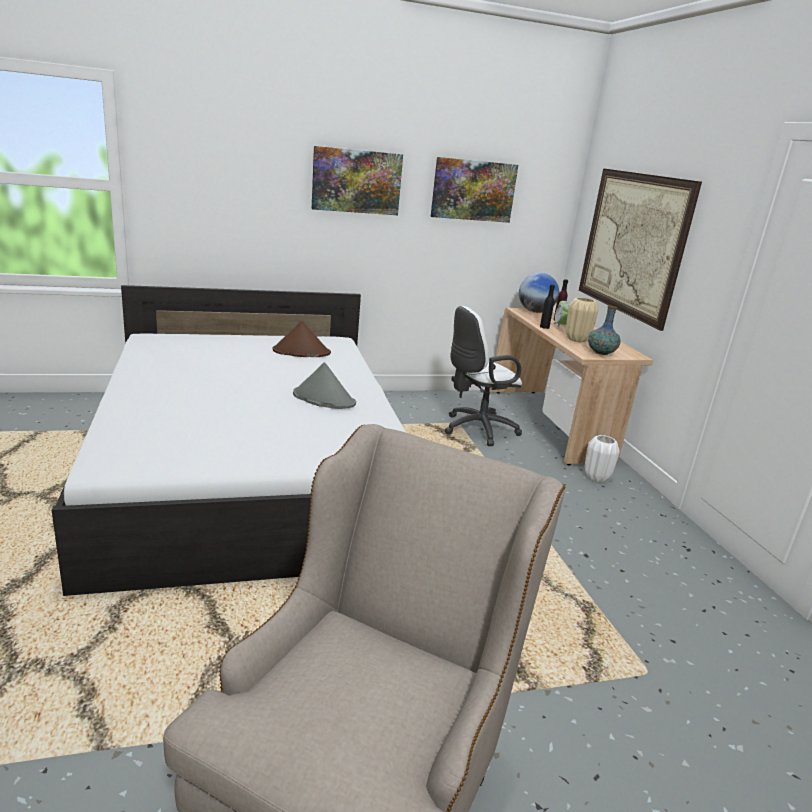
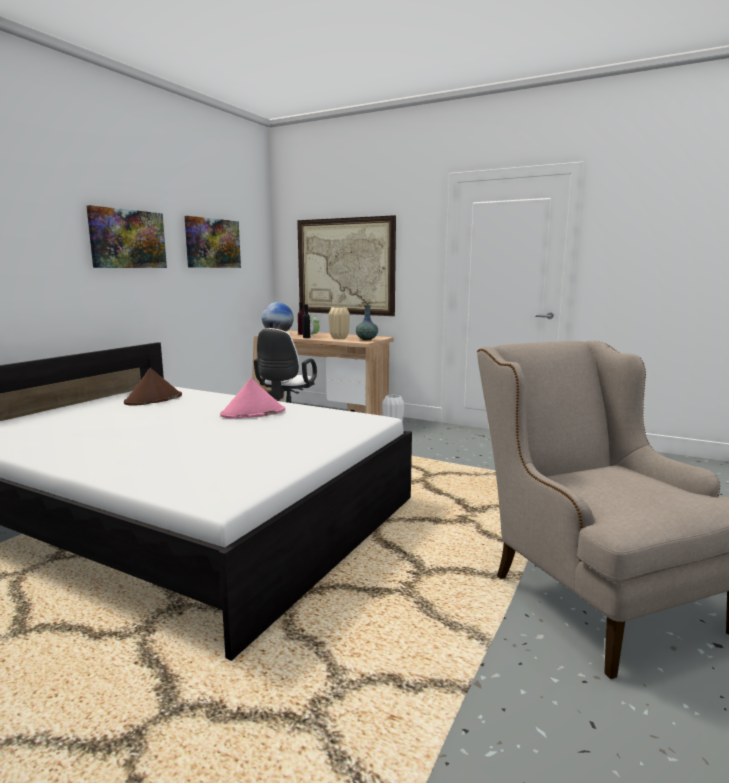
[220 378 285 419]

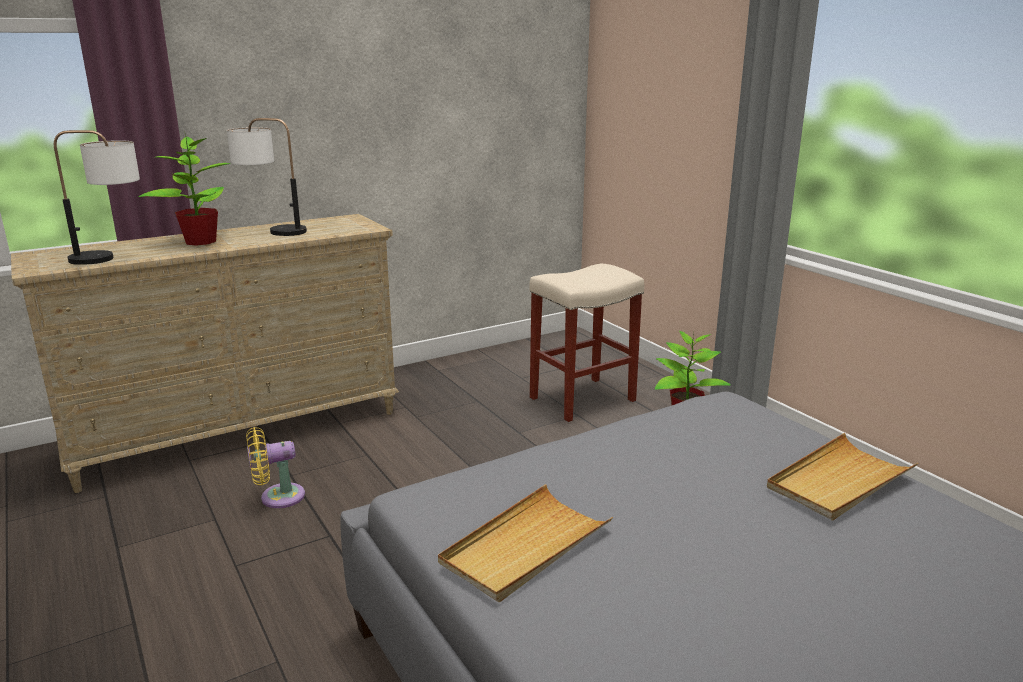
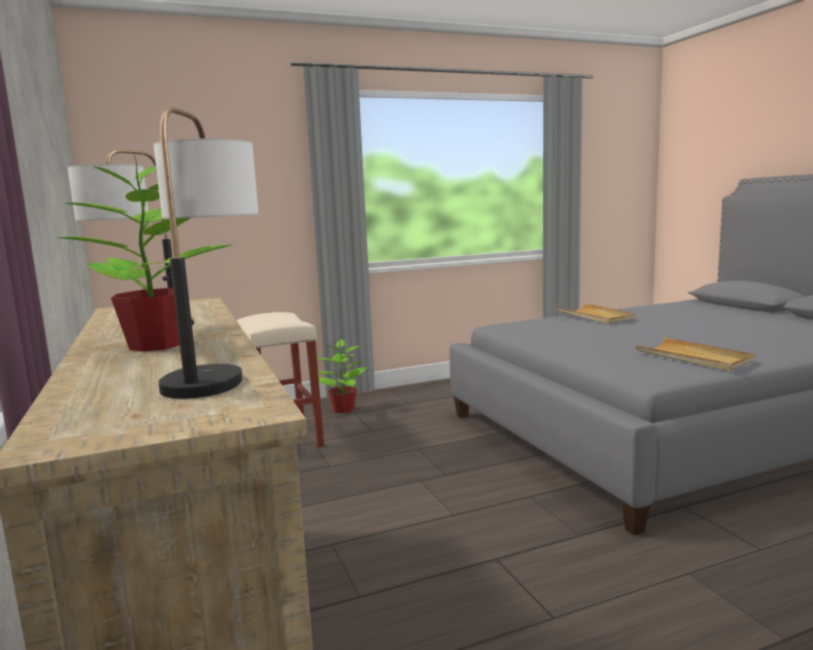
[246 427 305 508] (first image)

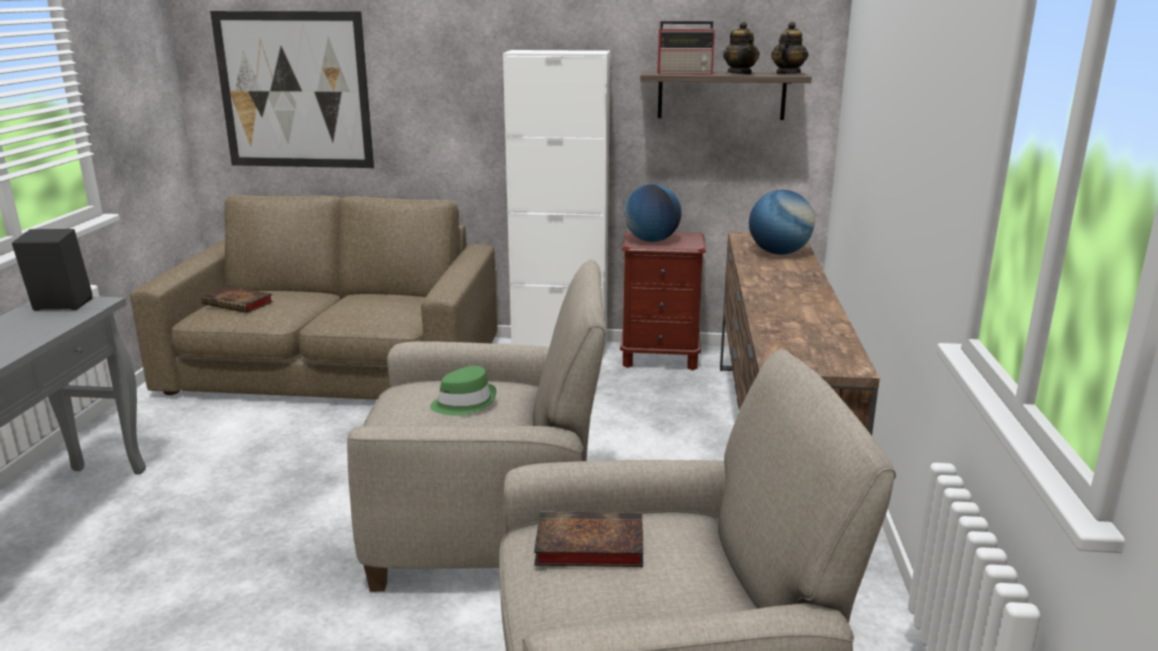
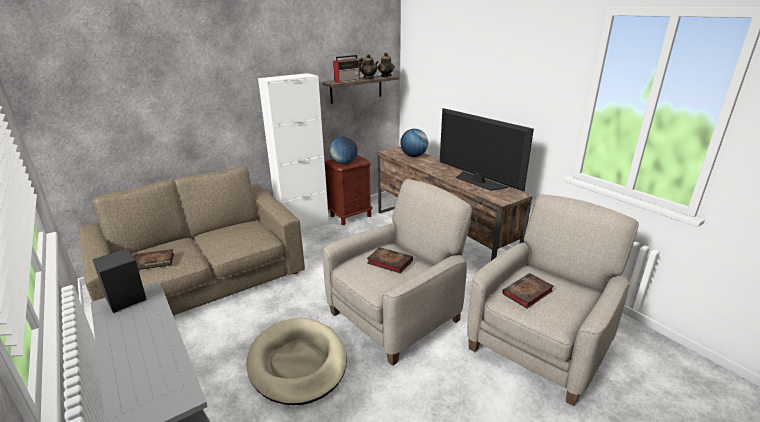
[210 11 374 168] (first image)
[367 247 413 274]
[440 108 534 192]
[246 318 347 405]

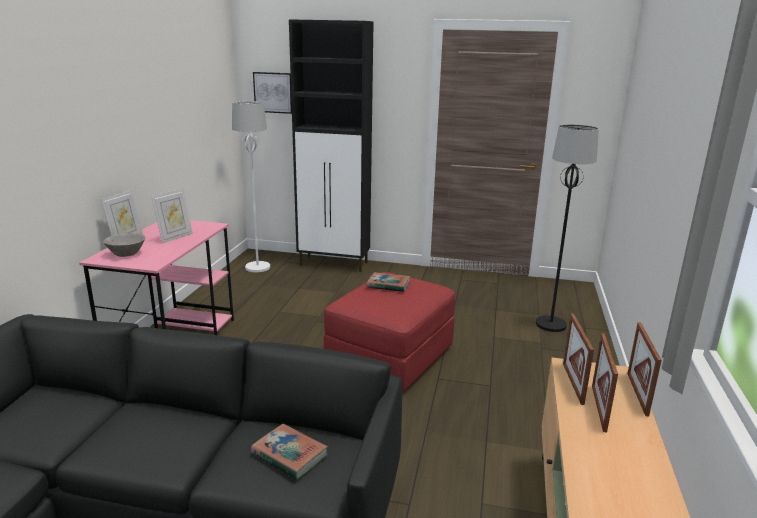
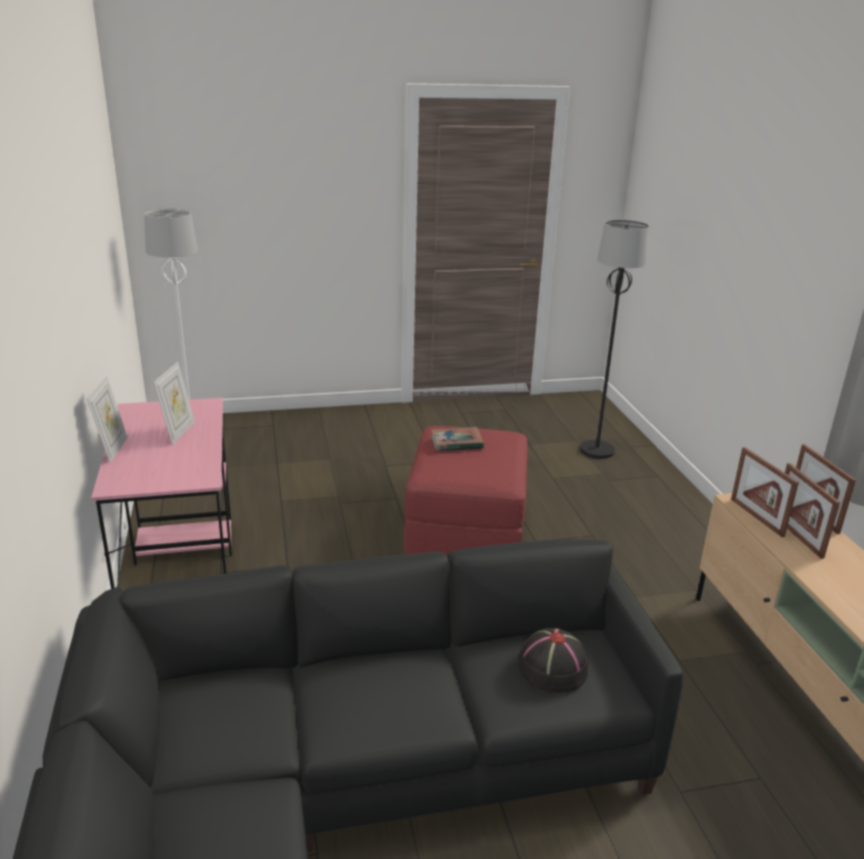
[289 19 374 272] (first image)
[253 72 292 114] (first image)
[103 233 146 257] (first image)
[518 628 589 693]

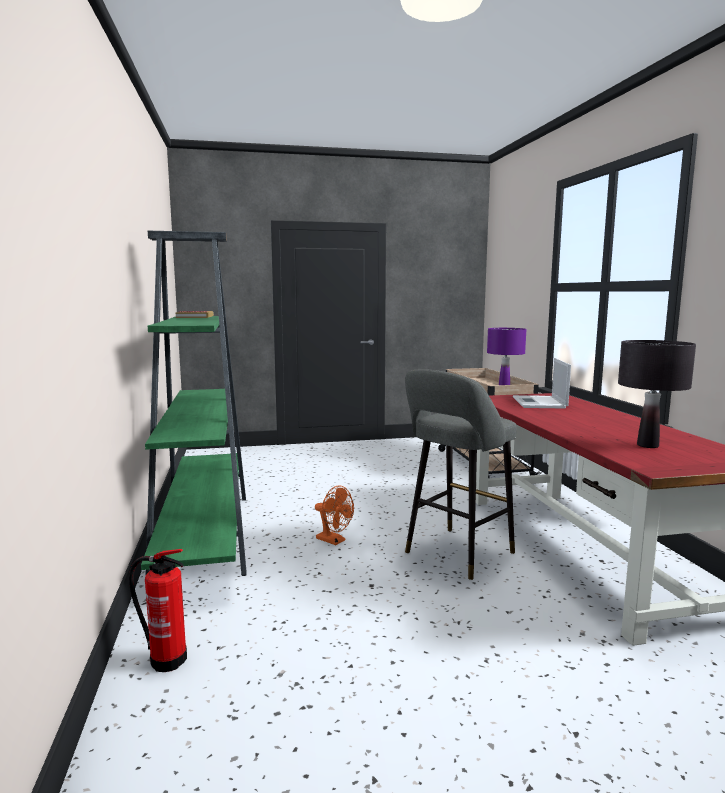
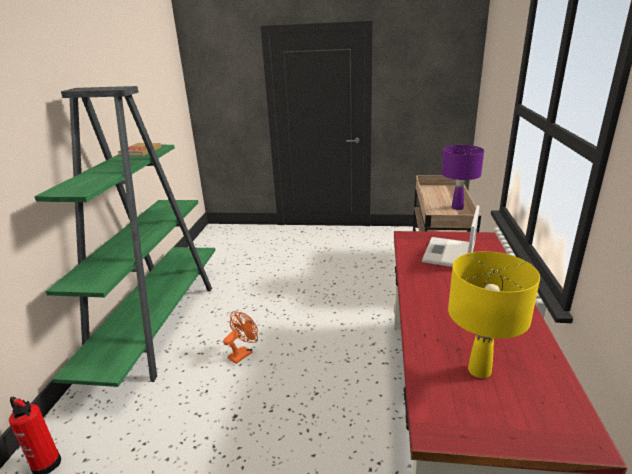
[448 251 540 378]
[405 369 516 580] (first image)
[223 311 258 364]

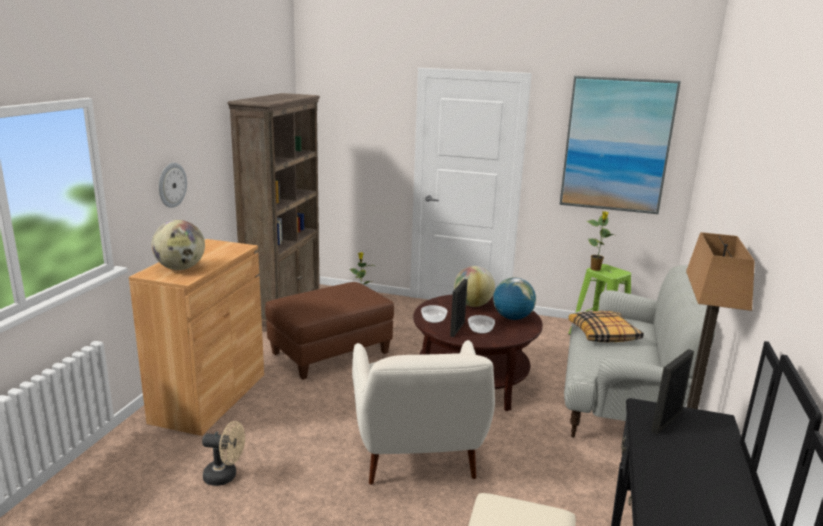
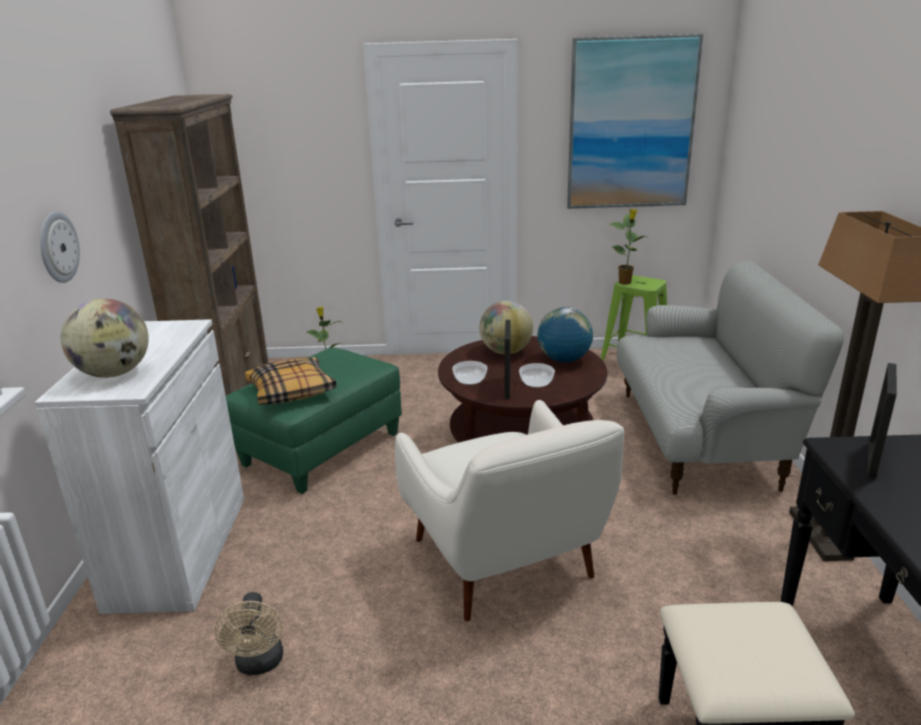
[35 319 244 614]
[226 348 402 494]
[245 357 337 405]
[215 592 283 675]

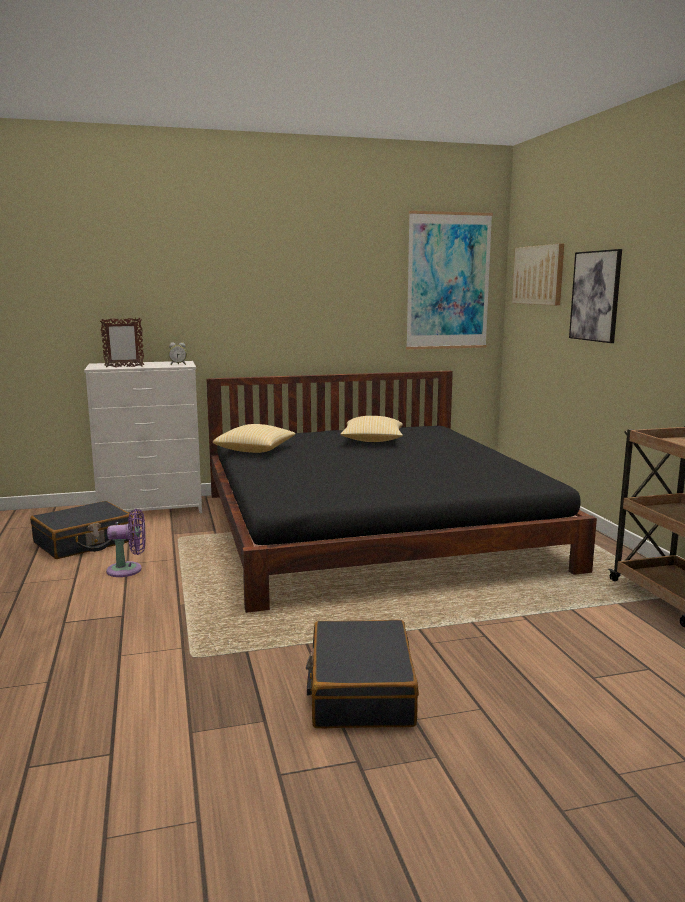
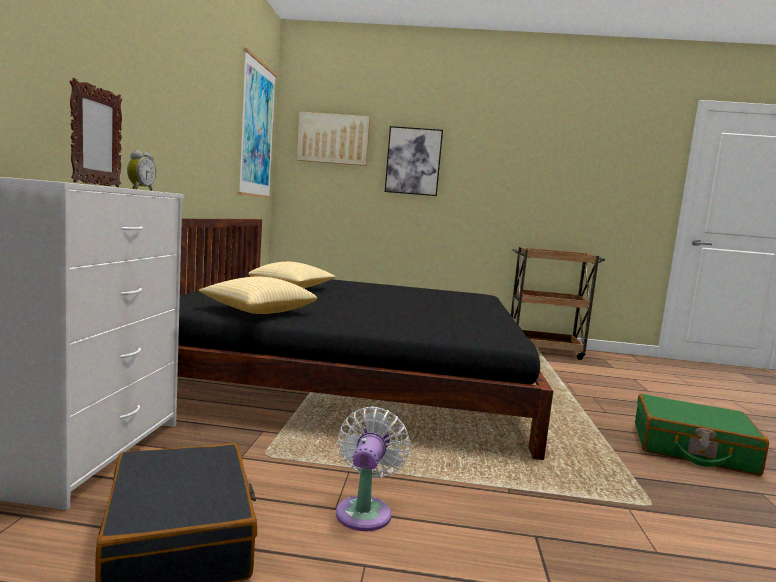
[336 406 411 531]
[635 394 769 476]

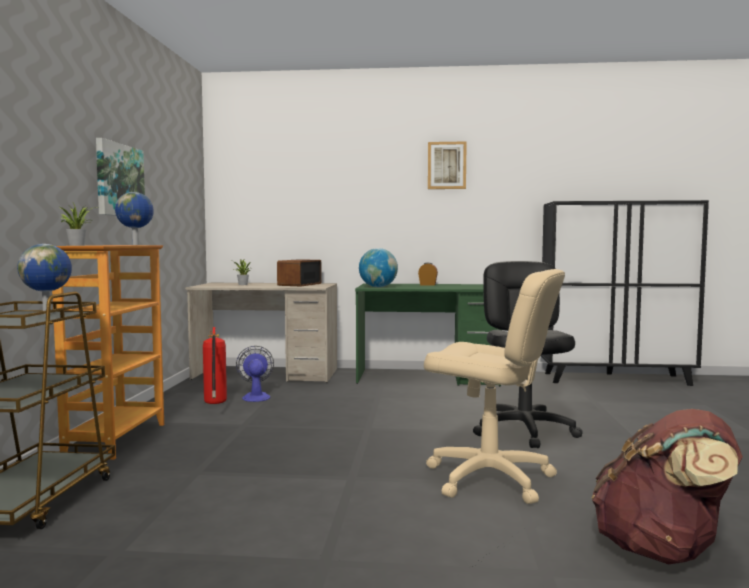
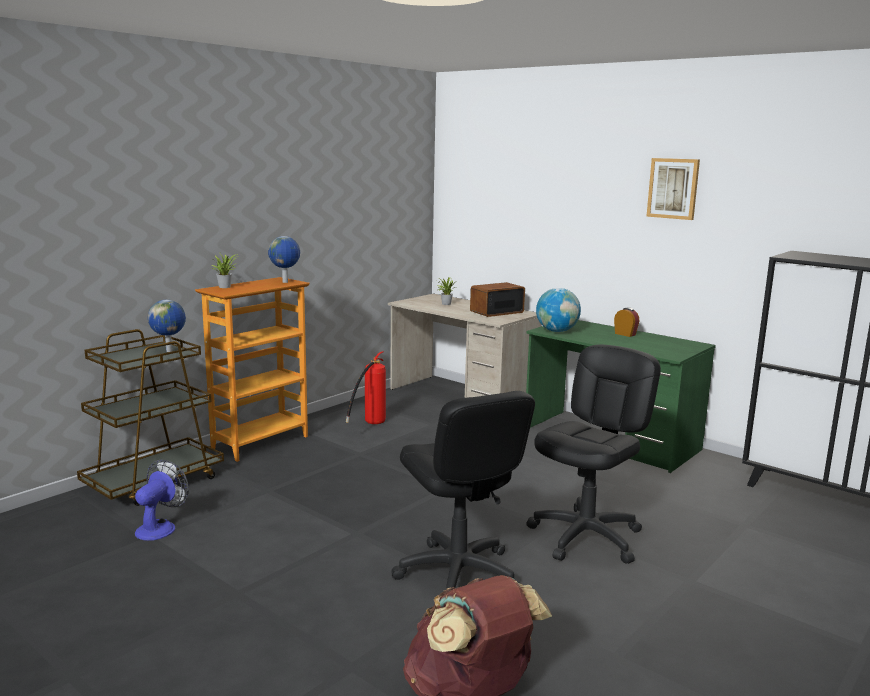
[96 138 145 216] (first image)
[391 391 535 590]
[135 460 189 541]

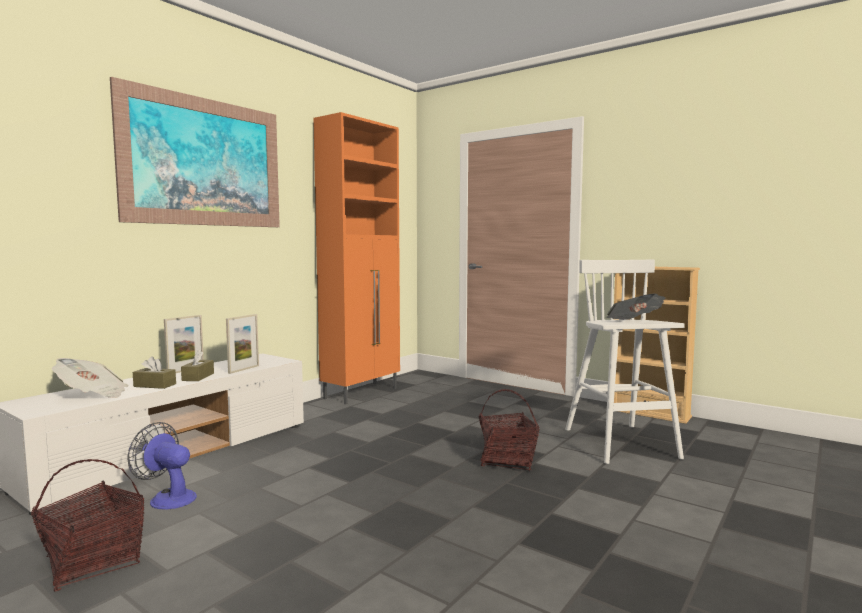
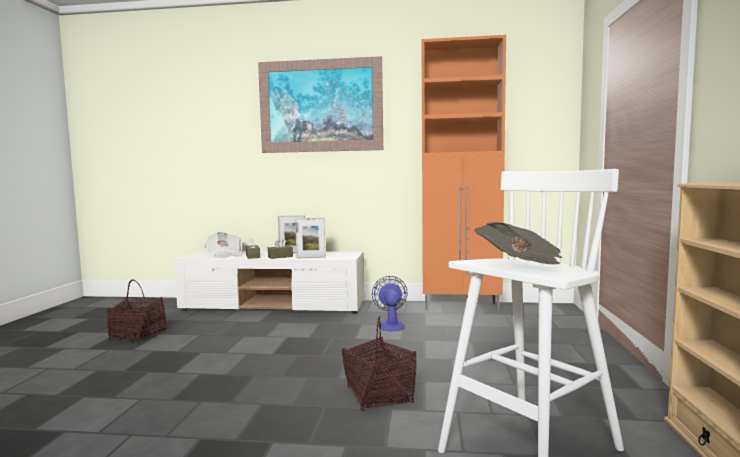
[372 276 408 331]

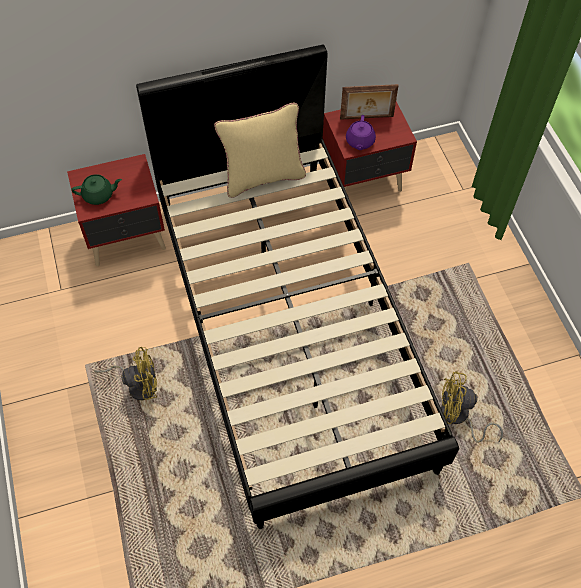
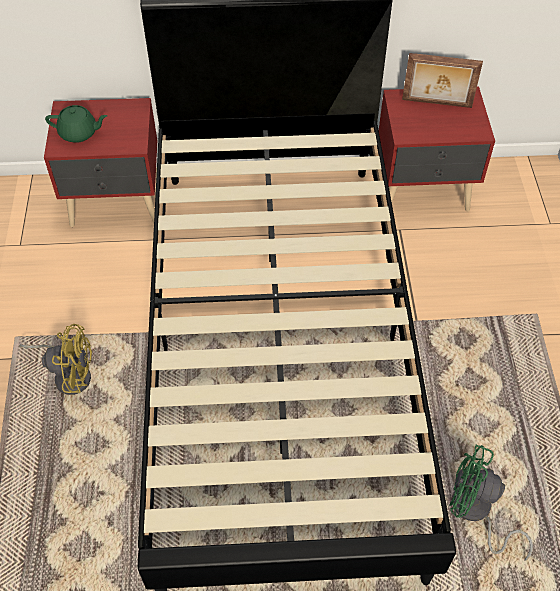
[214 103 306 198] (first image)
[346 115 376 150] (first image)
[449 444 533 561]

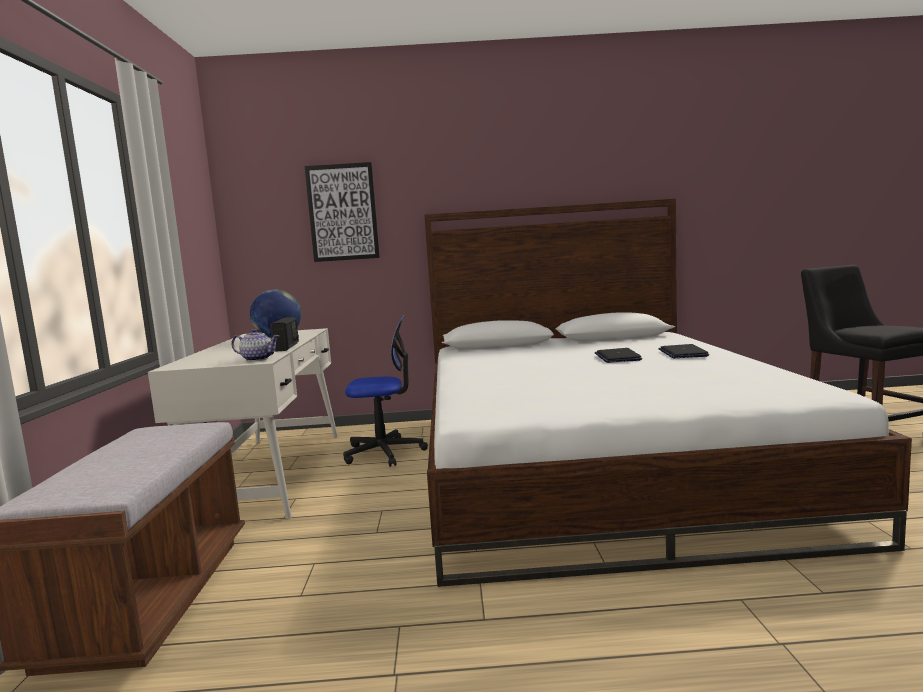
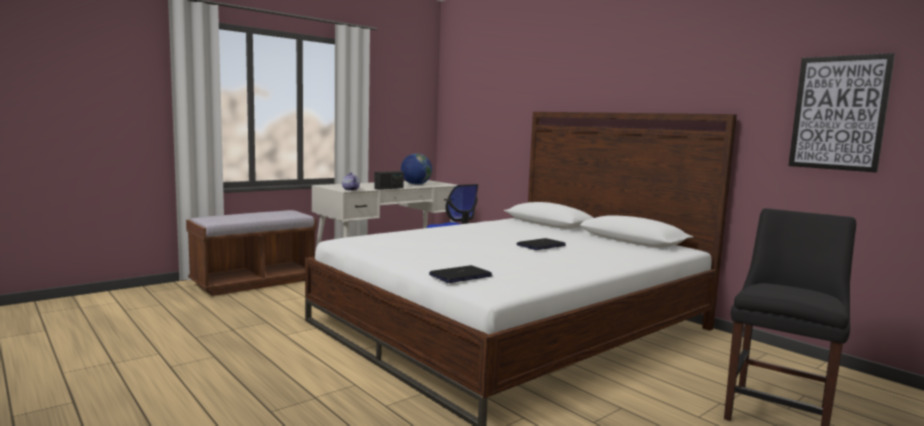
[788 53 895 173]
[429 265 493 283]

